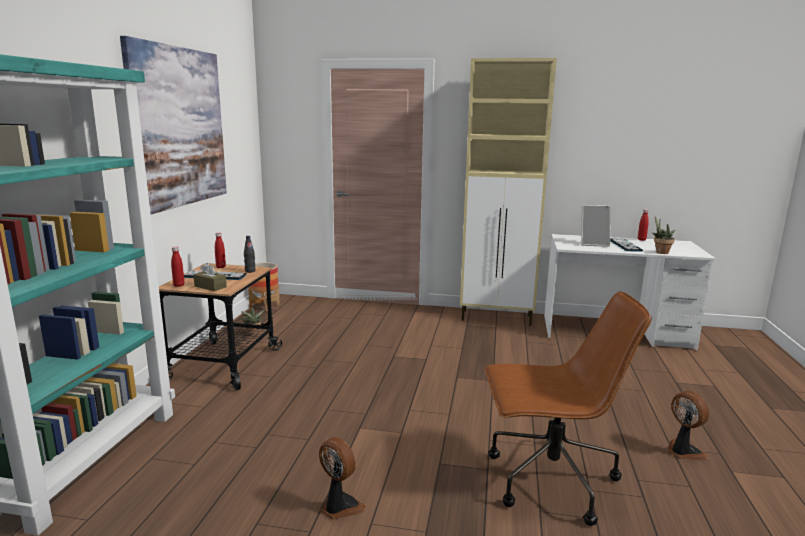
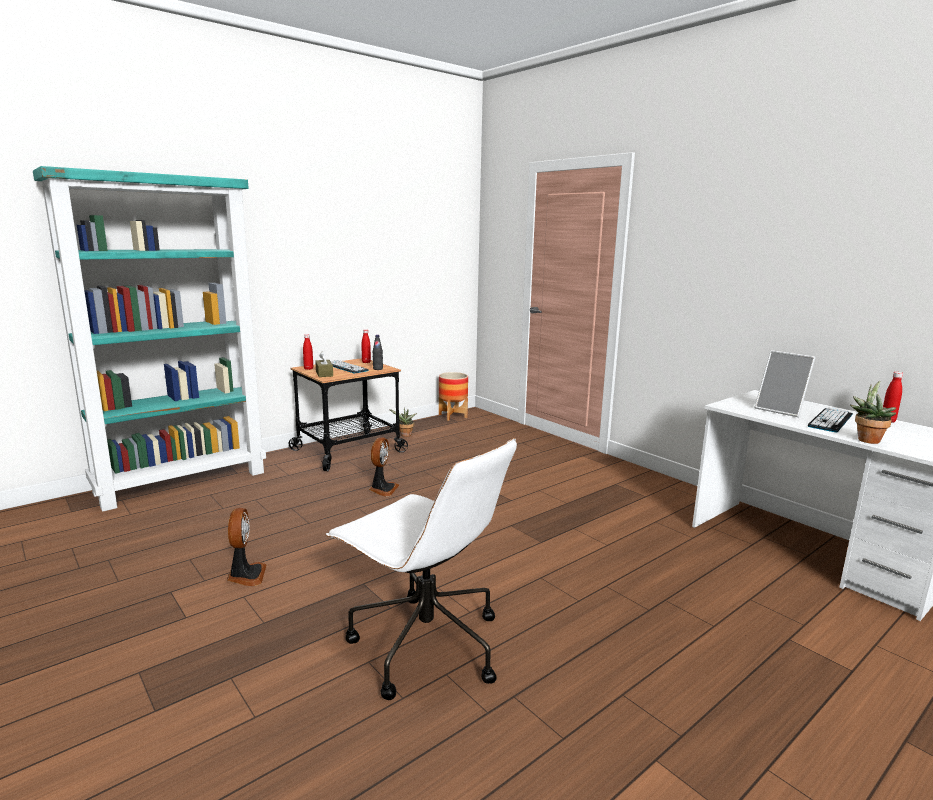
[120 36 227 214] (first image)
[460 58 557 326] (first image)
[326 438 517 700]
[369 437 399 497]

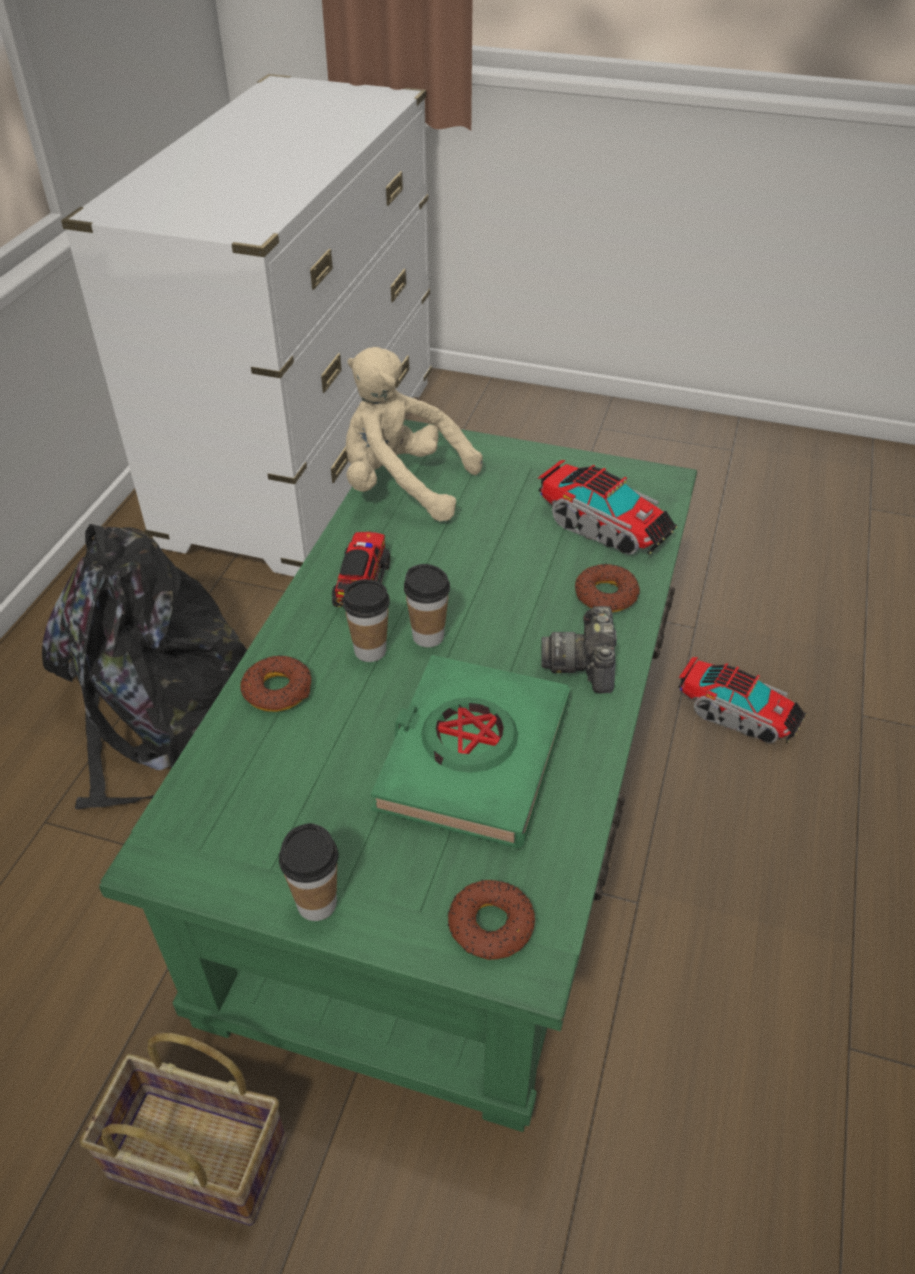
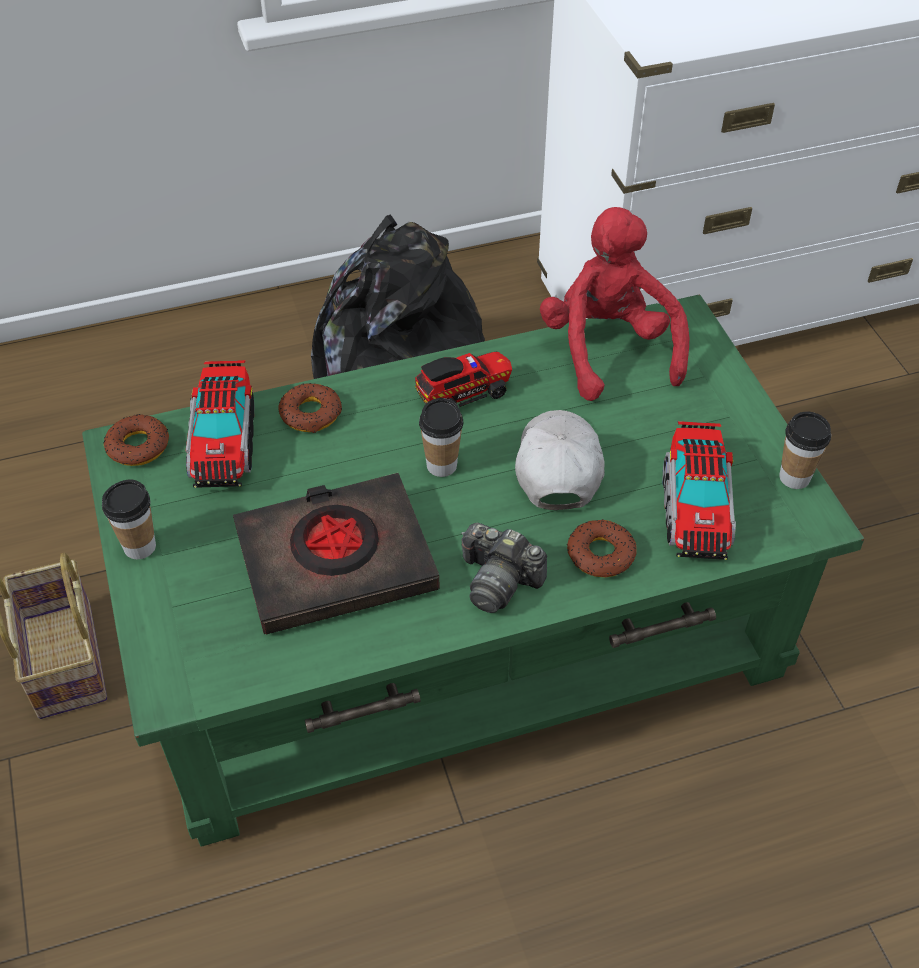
[540 207 690 401]
[780 411 831 489]
[461 523 547 613]
[233 473 440 635]
[185 360 254 488]
[103 414 169 466]
[515 410 605 510]

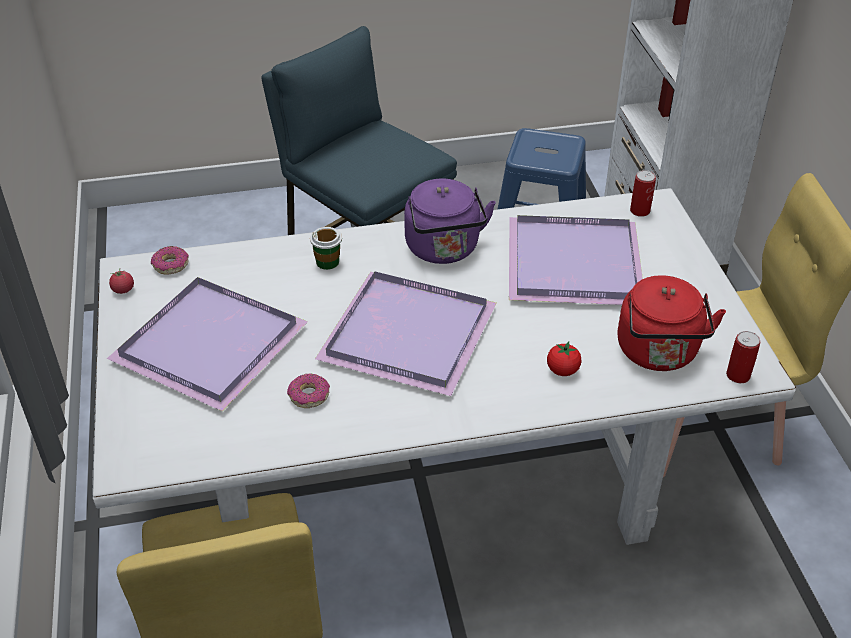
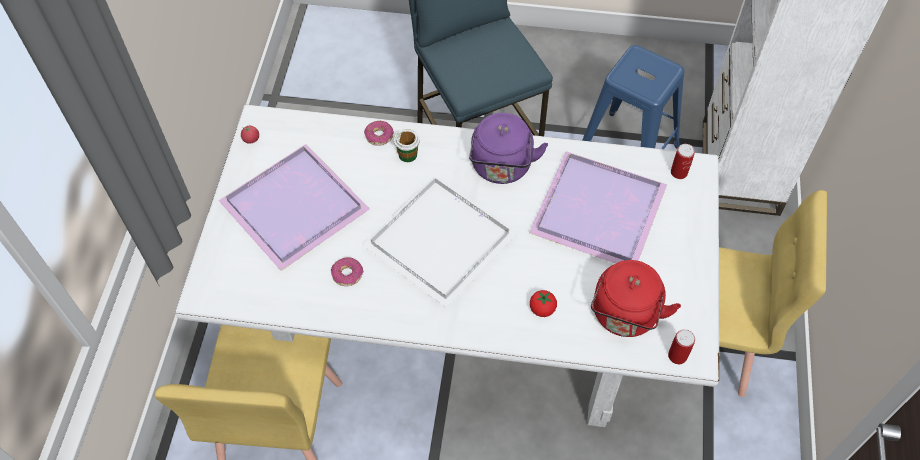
[364 121 394 146]
[362 175 518 308]

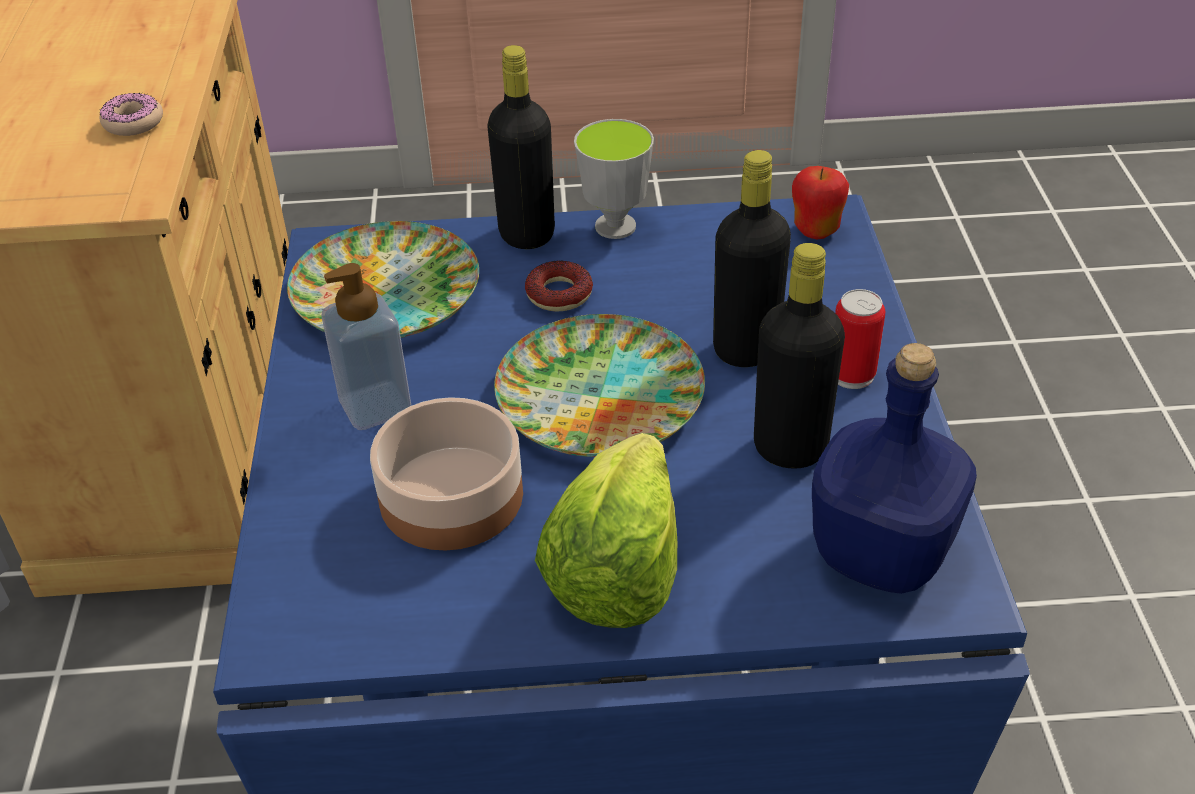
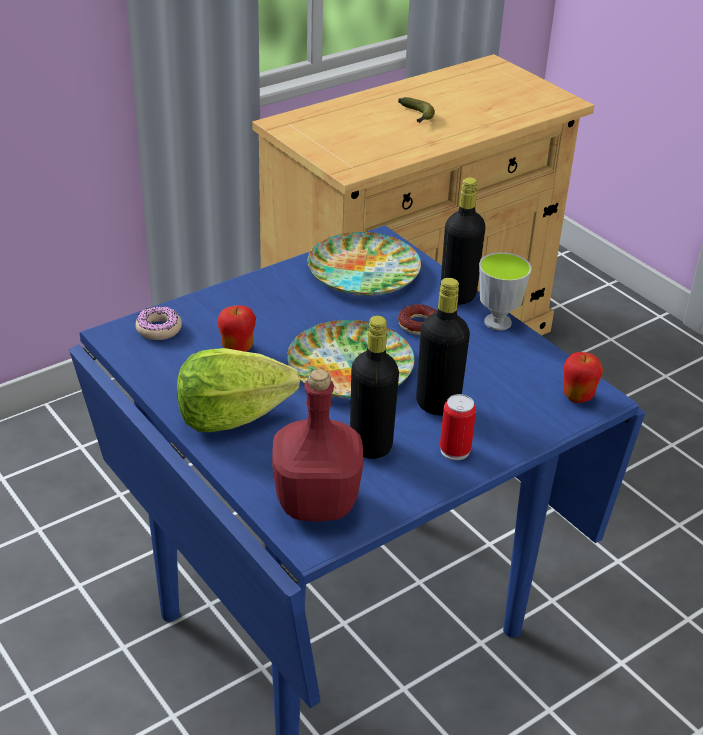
[135 306 182 340]
[321 263 411 430] (first image)
[272 369 363 521]
[218 305 256 352]
[398 97 435 123]

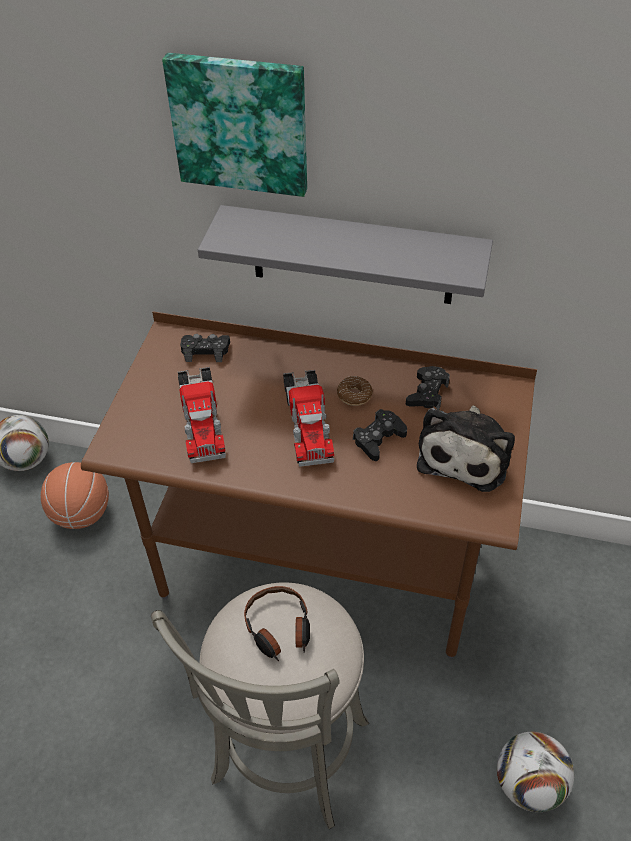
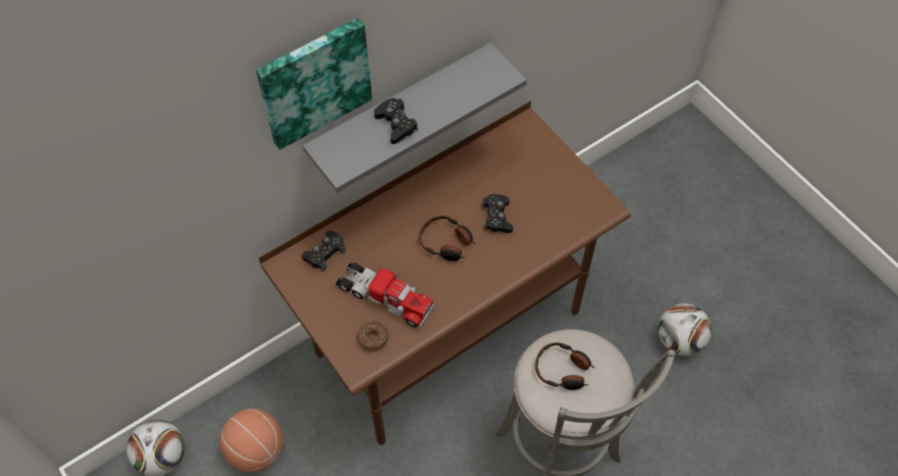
[374 98 418 144]
[419 215 475 261]
[357 322 388 351]
[417 406 515 492] (first image)

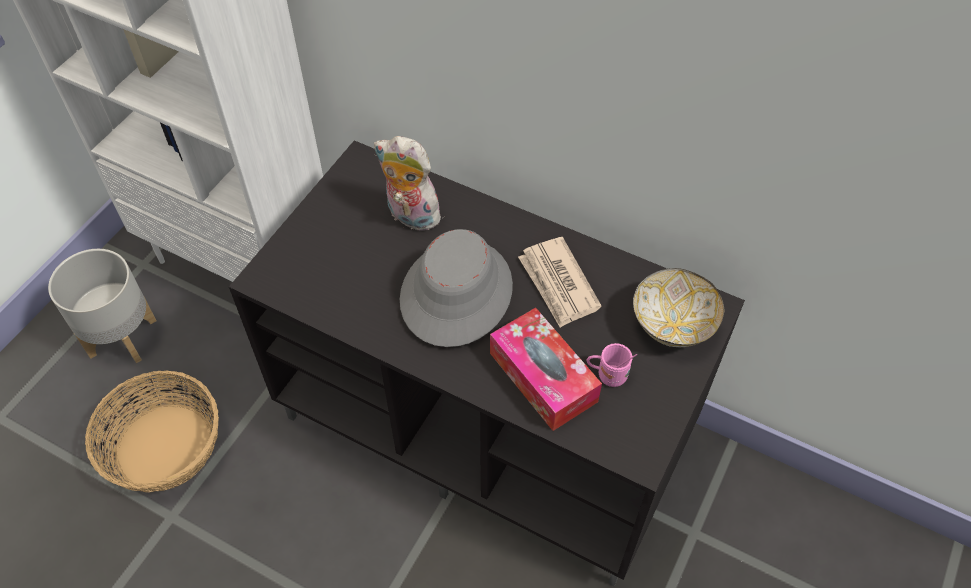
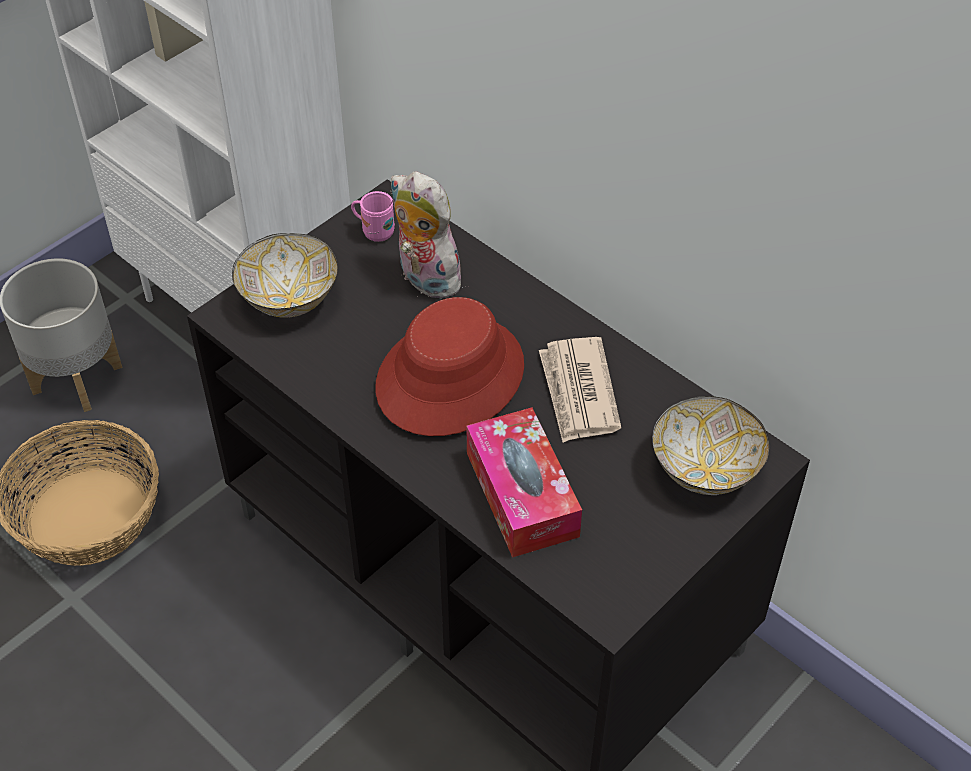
[375 297 524 436]
[351 191 395 242]
[232 233 338 318]

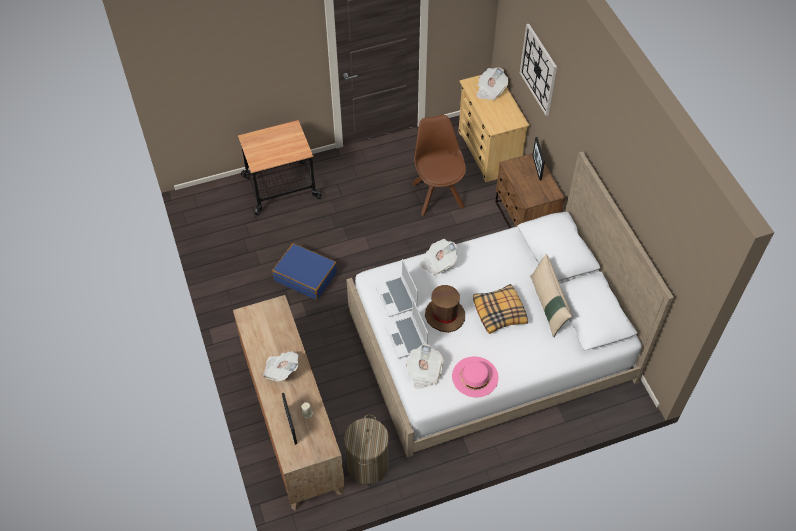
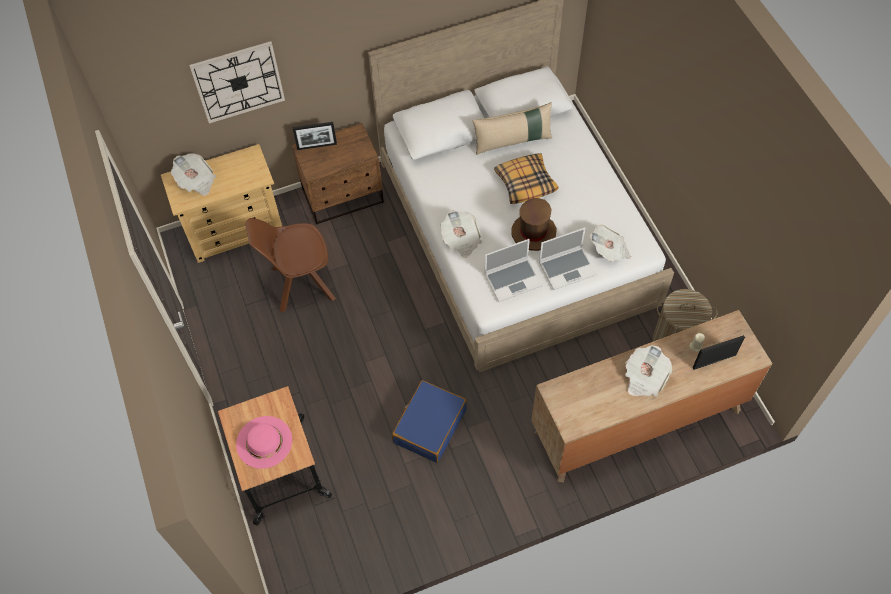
[236 416 292 469]

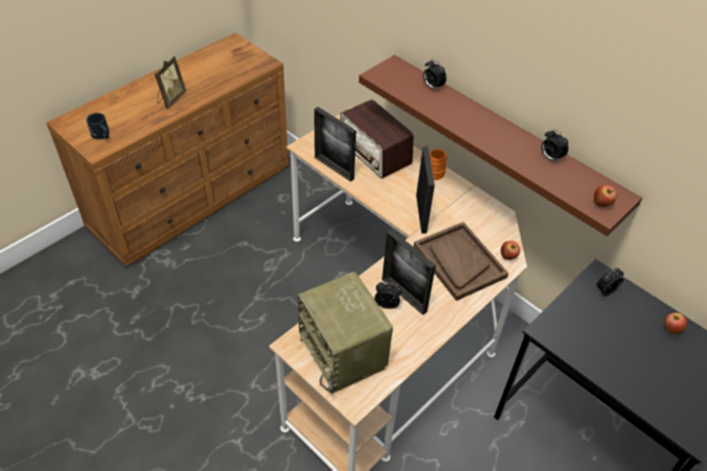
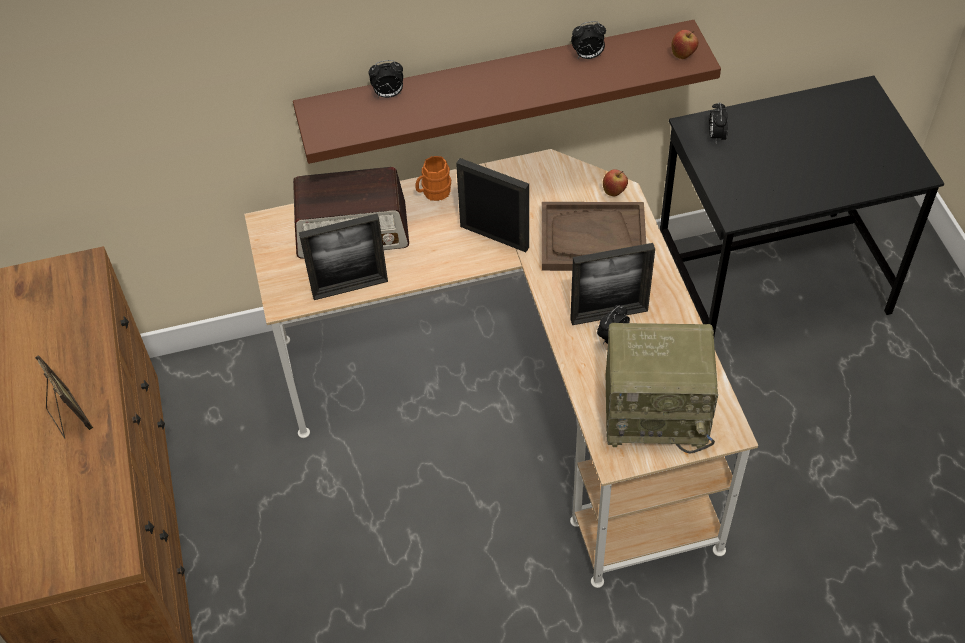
[86 113 109 139] (first image)
[665 312 688 335] (first image)

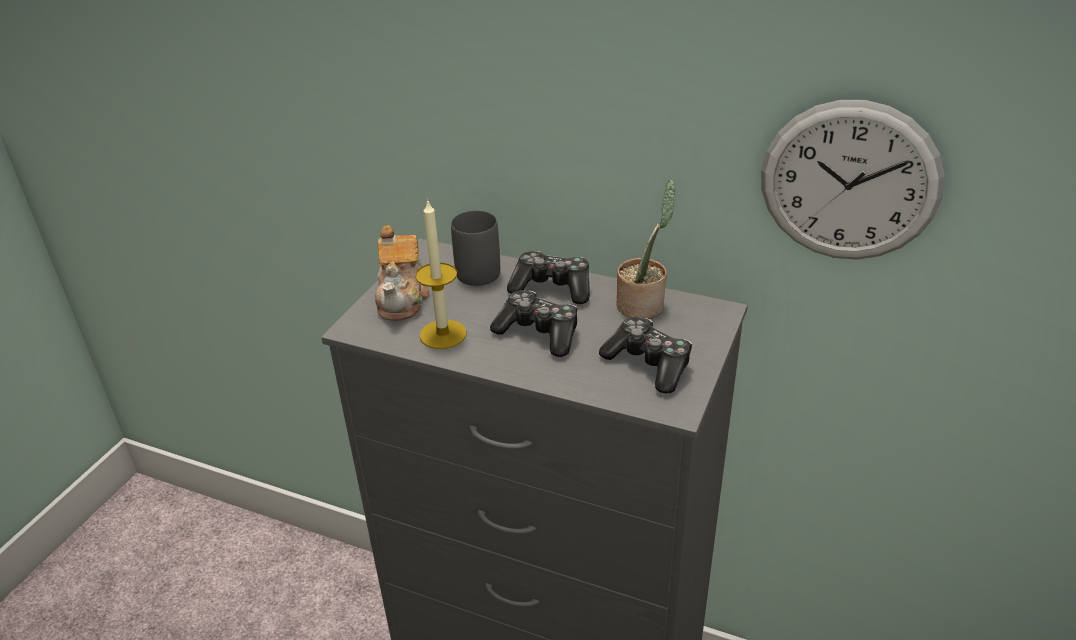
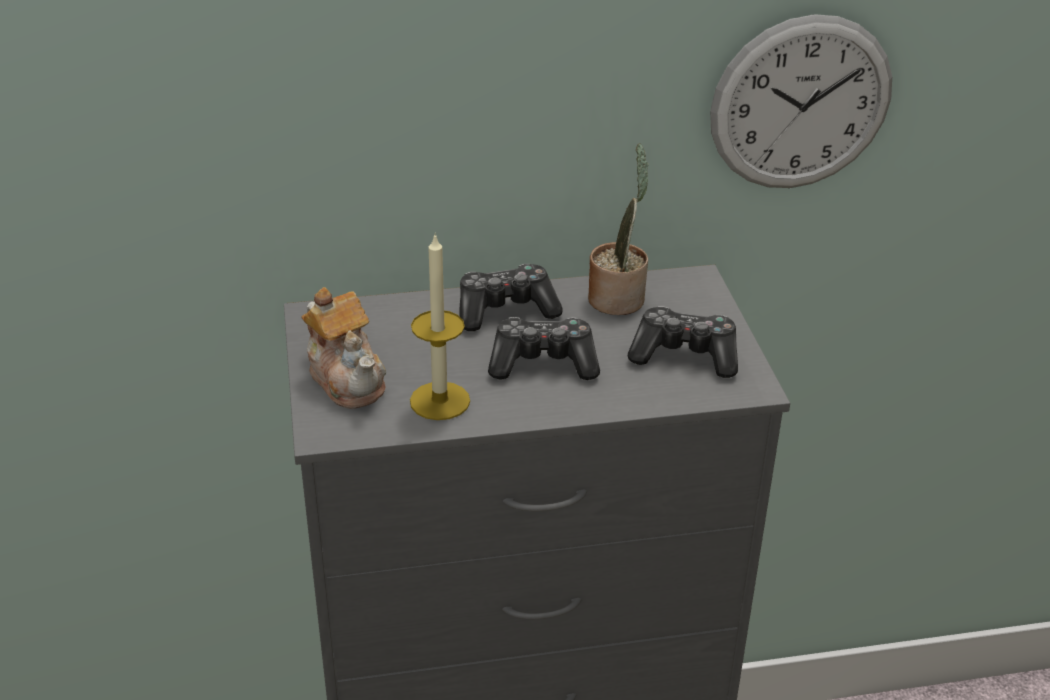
[451 210 500 286] (first image)

